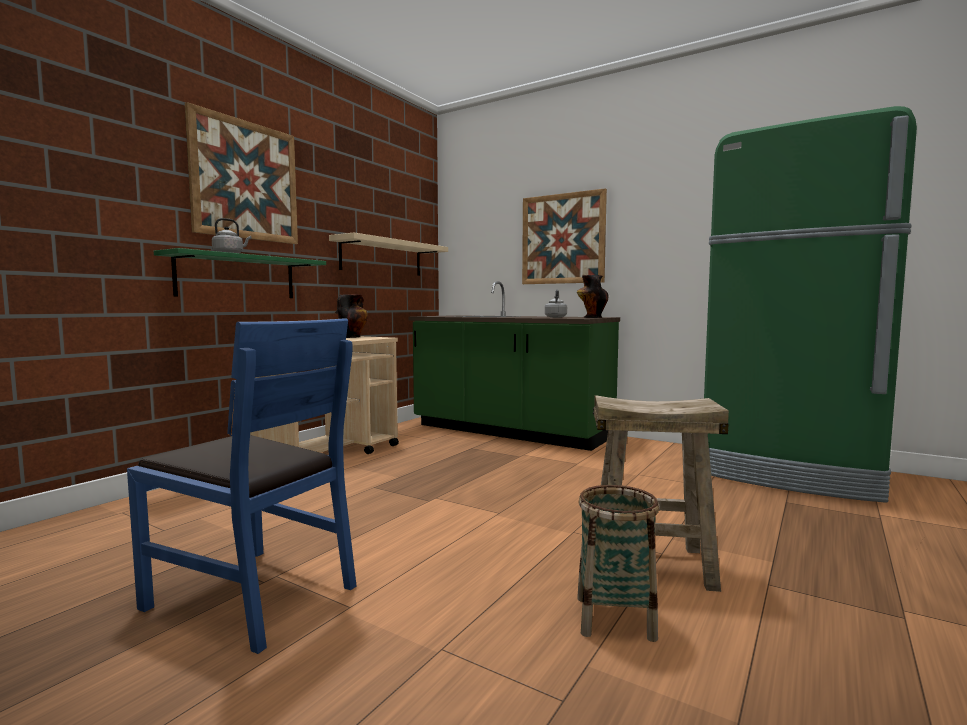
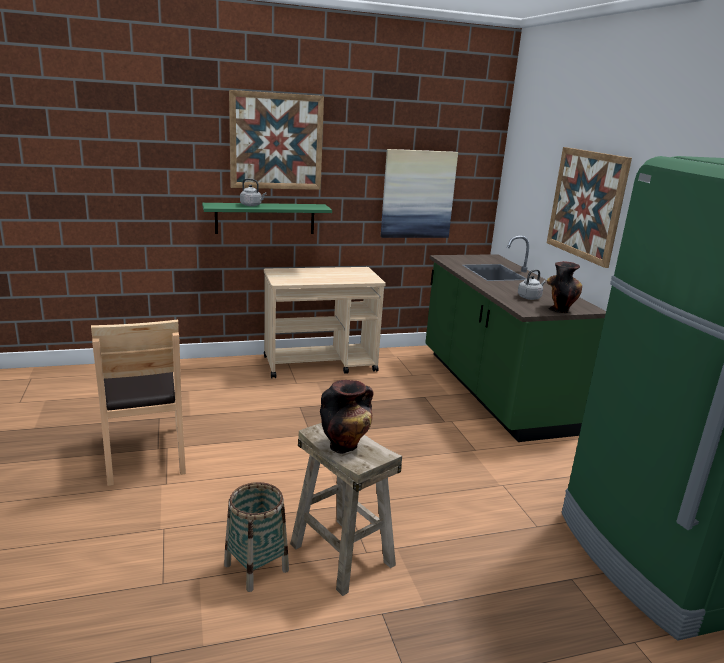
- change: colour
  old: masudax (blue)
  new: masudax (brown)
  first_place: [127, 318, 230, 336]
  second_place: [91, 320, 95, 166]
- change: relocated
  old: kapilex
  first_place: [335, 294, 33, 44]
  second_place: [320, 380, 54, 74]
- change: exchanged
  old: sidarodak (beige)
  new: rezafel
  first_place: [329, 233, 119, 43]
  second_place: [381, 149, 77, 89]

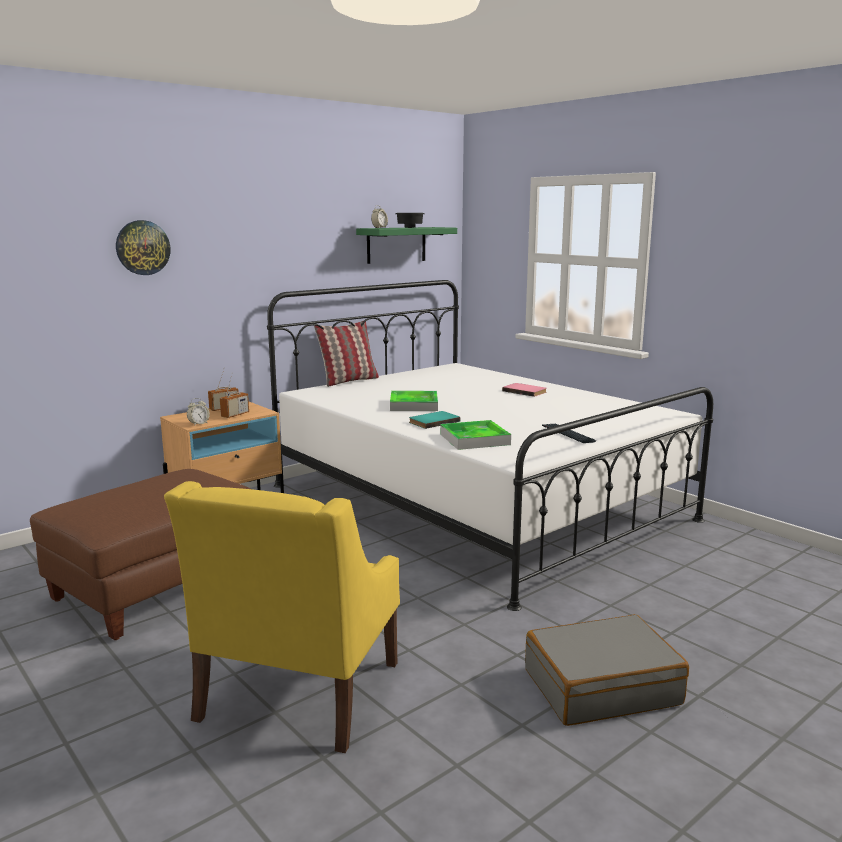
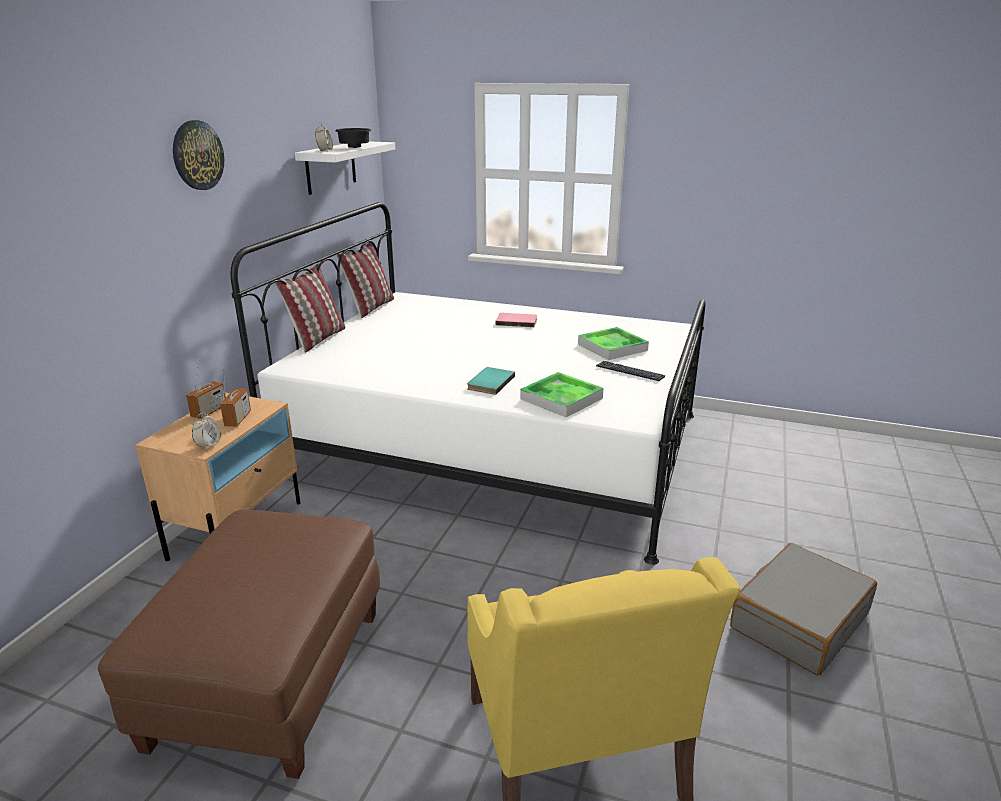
- change: relocated
  old: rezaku
  first_place: [116, 220, 55, 55]
  second_place: [173, 120, 51, 70]
- change: colour
  old: sidarodak (green)
  new: sidarodak (white)
  first_place: [356, 227, 101, 37]
  second_place: [295, 141, 100, 54]
- change: appeared
  new: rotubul
  second_place: [337, 242, 57, 76]
- change: relocated
  old: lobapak
  first_place: [390, 391, 48, 20]
  second_place: [578, 327, 71, 33]

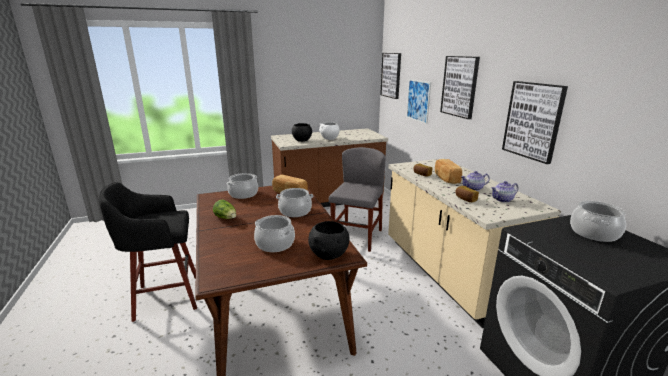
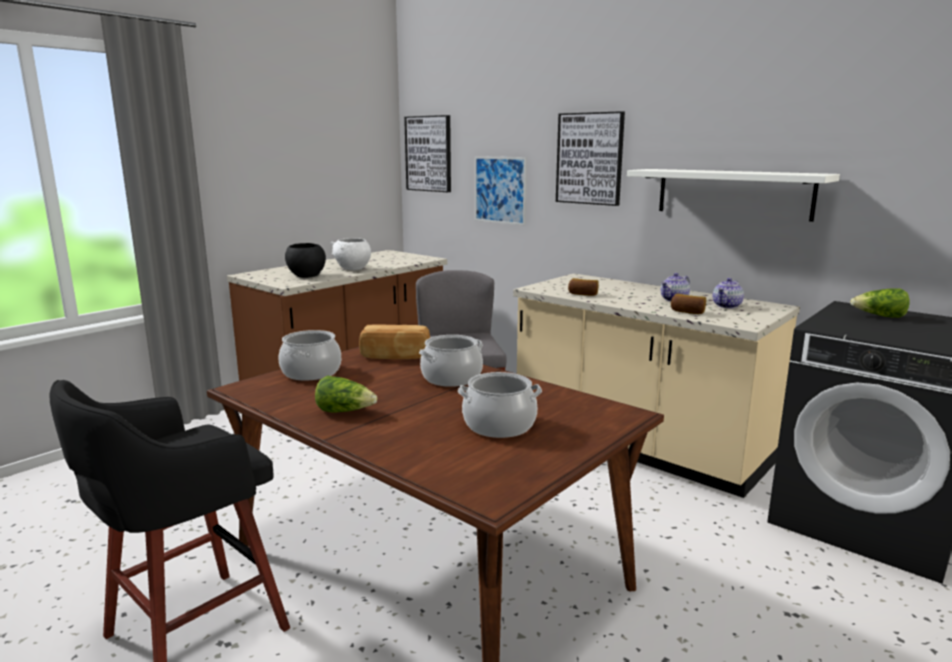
- change: exchanged
  old: rezafel
  new: sidarodak (white)
  first_place: [502, 81, 66, 83]
  second_place: [627, 169, 213, 53]
- change: exchanged
  old: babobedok
  new: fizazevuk
  first_place: [570, 201, 56, 41]
  second_place: [850, 288, 59, 30]
- change: missing
  old: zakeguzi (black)
  first_place: [308, 221, 42, 39]
- change: missing
  old: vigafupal
  first_place: [435, 159, 27, 25]

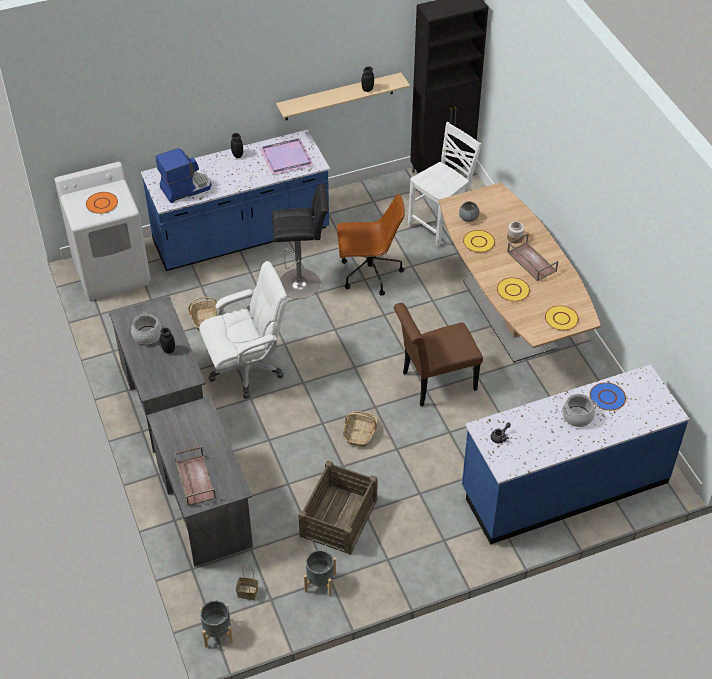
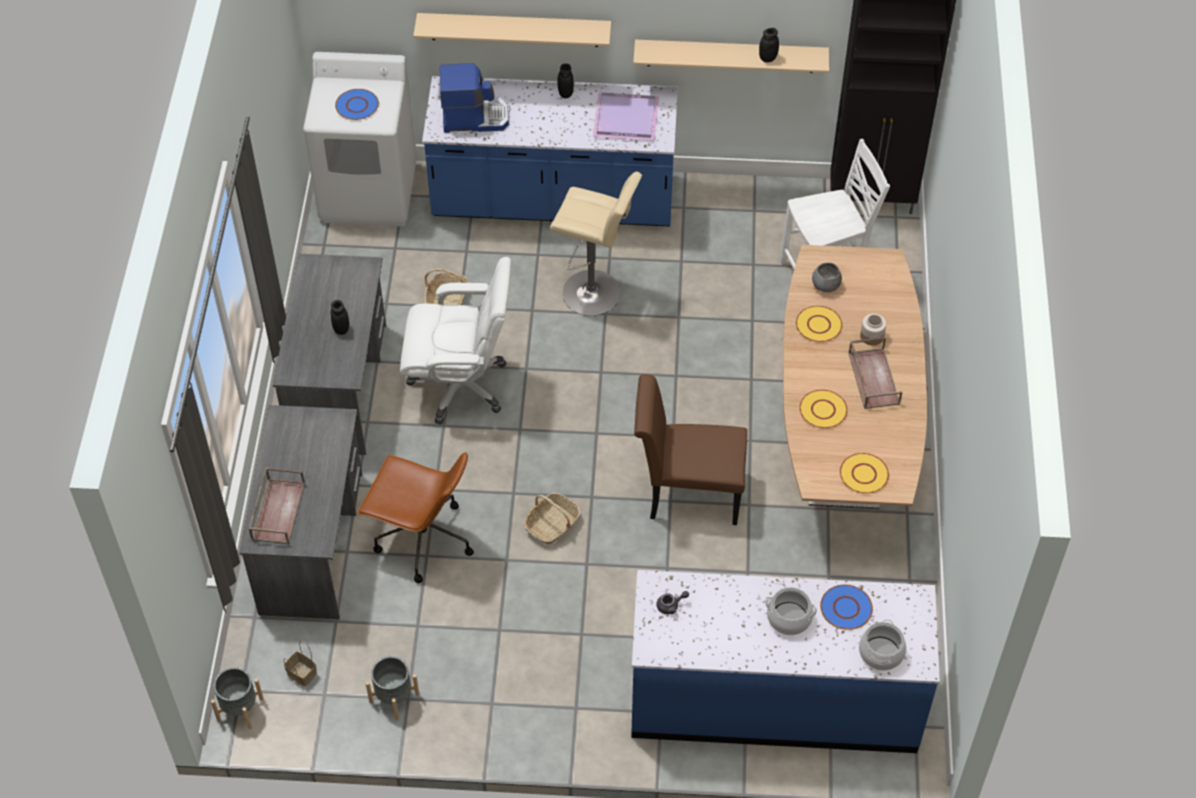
- change: colour
  old: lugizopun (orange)
  new: lugizopun (blue)
  first_place: [86, 192, 32, 22]
  second_place: [335, 89, 44, 31]
- change: relocated
  old: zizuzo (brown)
  first_place: [337, 193, 68, 103]
  second_place: [357, 452, 117, 131]
- change: appeared
  new: sidarodak (beige)
  second_place: [413, 13, 198, 34]
- change: colour
  old: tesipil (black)
  new: tesipil (beige)
  first_place: [272, 183, 56, 116]
  second_place: [550, 172, 92, 144]
- change: relocated
  old: babobedok
  first_place: [131, 313, 31, 31]
  second_place: [859, 620, 47, 51]
- change: missing
  old: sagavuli
  first_place: [298, 460, 80, 95]

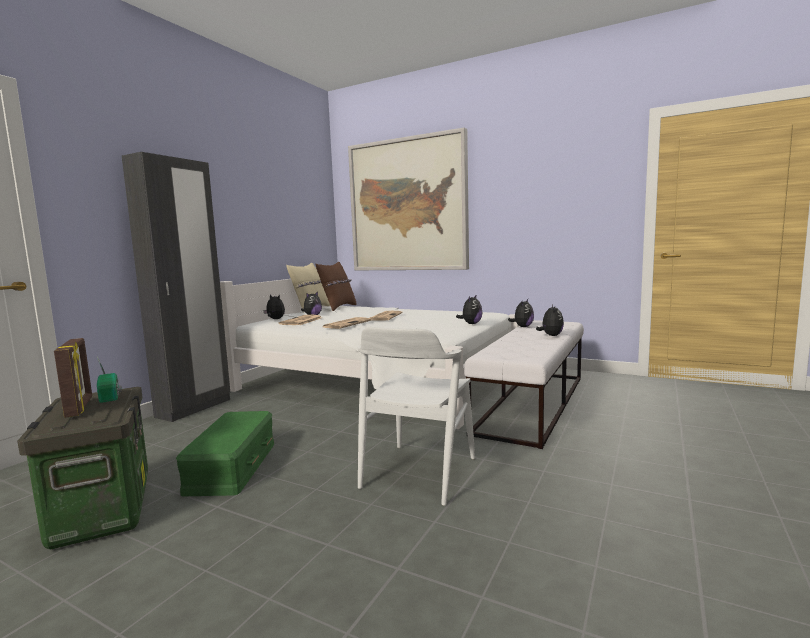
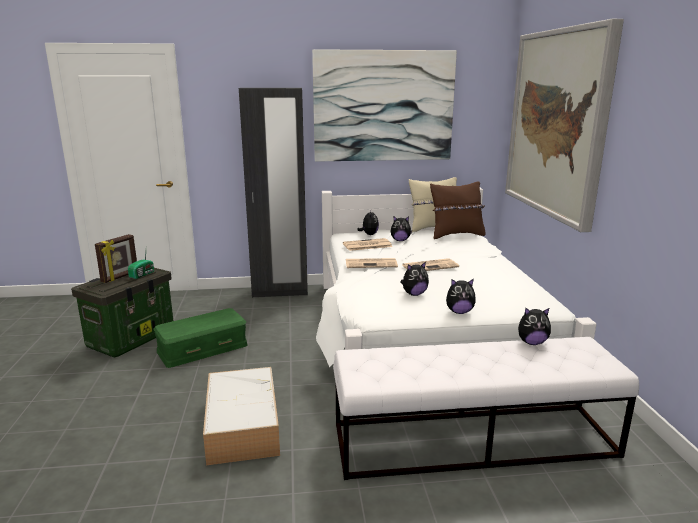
- change: exchanged
  old: masudax (white)
  new: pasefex
  first_place: [358, 327, 117, 179]
  second_place: [203, 367, 77, 98]
- change: appeared
  new: rezafel
  second_place: [312, 49, 145, 113]
- change: relocated
  old: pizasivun
  first_place: [536, 305, 28, 31]
  second_place: [401, 262, 28, 34]

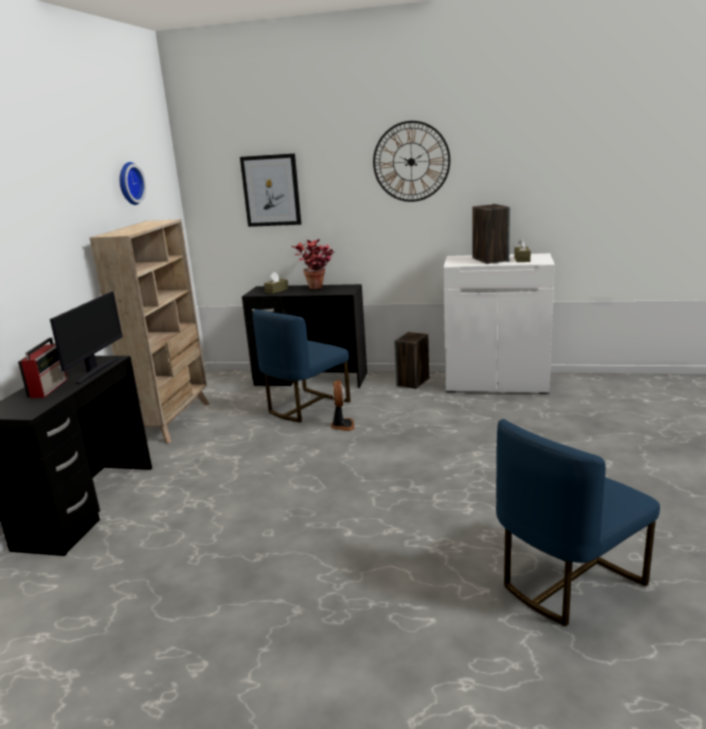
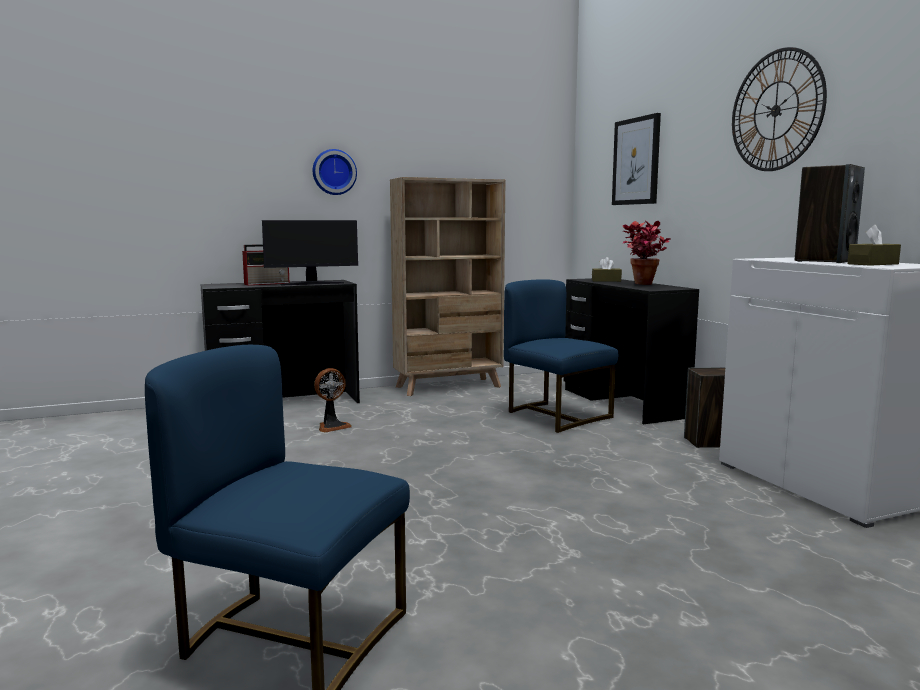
- change: relocated
  old: rezaku
  first_place: [119, 162, 27, 43]
  second_place: [313, 149, 44, 46]
- change: relocated
  old: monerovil
  first_place: [331, 380, 24, 51]
  second_place: [314, 368, 38, 64]
- change: spun
  old: masudax (blue)
  first_place: [253, 309, 97, 113]
  second_place: [504, 279, 114, 154]
  degrees: 45

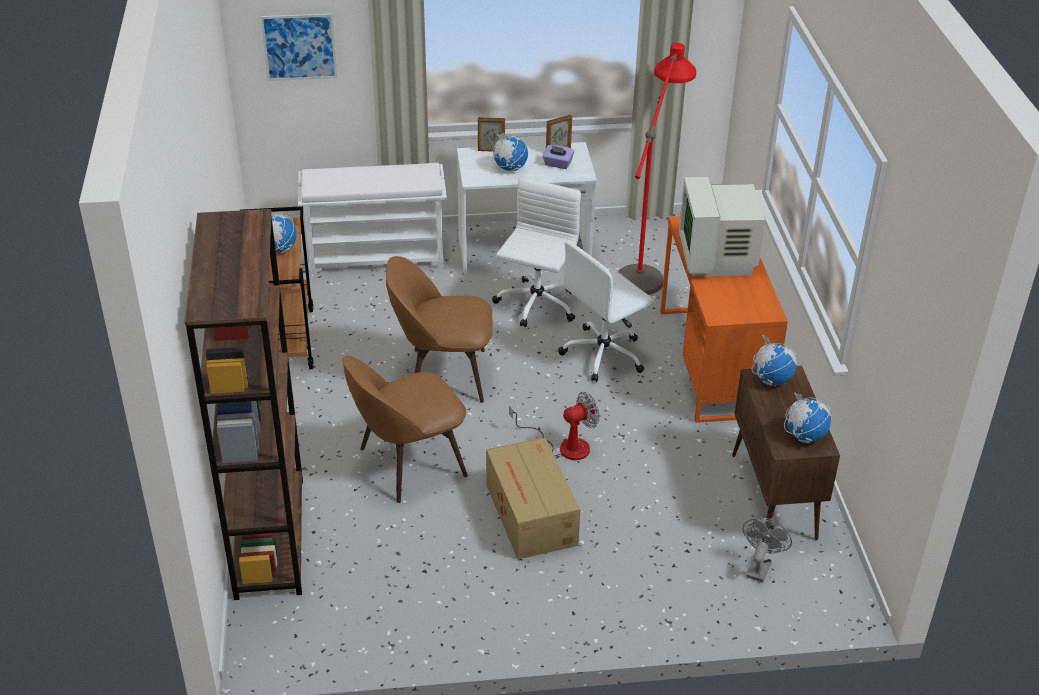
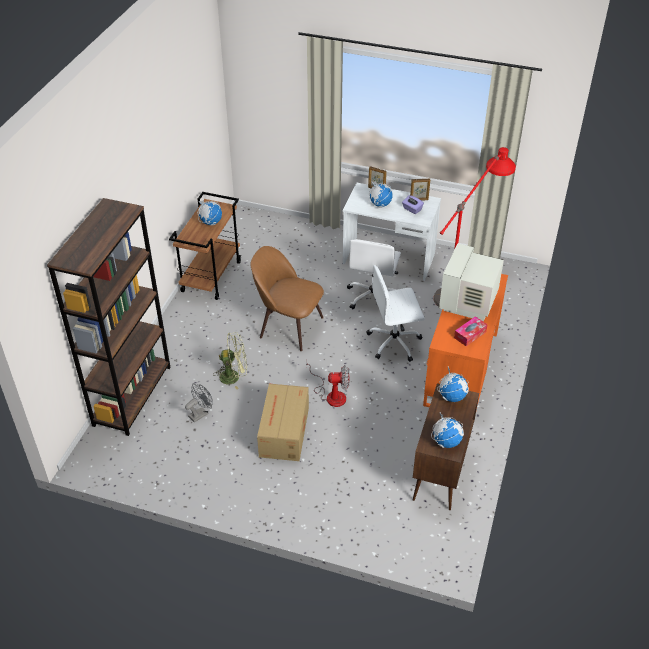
- change: relocated
  old: monerovil (grey)
  first_place: [743, 518, 49, 65]
  second_place: [185, 383, 28, 39]
- change: exchanged
  old: masudax (brown)
  new: monerovil (green)
  first_place: [342, 356, 126, 147]
  second_place: [213, 332, 34, 58]
- change: spun
  old: zizuzo (white)
  first_place: [492, 178, 89, 149]
  second_place: [347, 239, 54, 70]
  degrees: 150
- change: appeared
  new: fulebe
  second_place: [454, 316, 34, 30]
- change: missing
  old: rezafel
  first_place: [261, 13, 76, 68]
- change: missing
  old: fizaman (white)
  first_place: [298, 163, 149, 112]

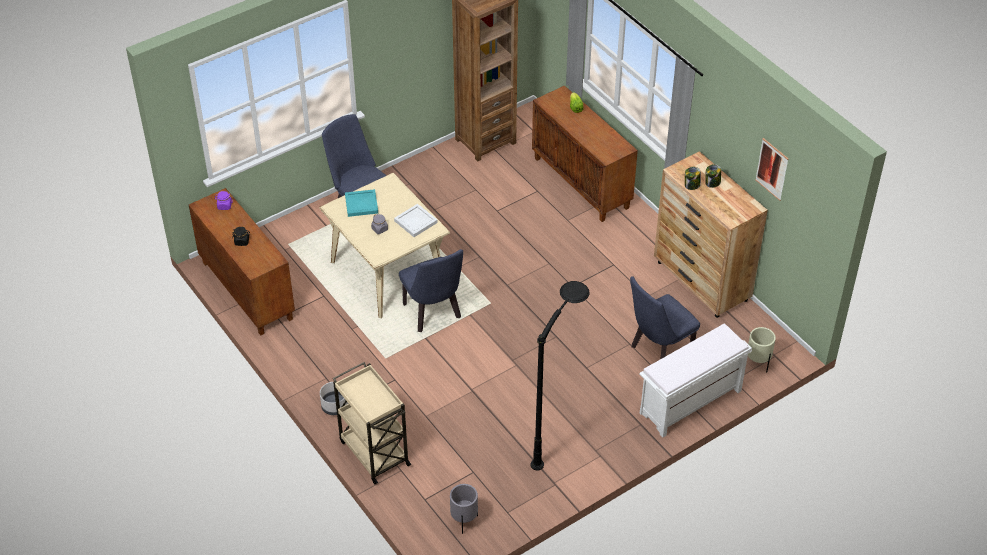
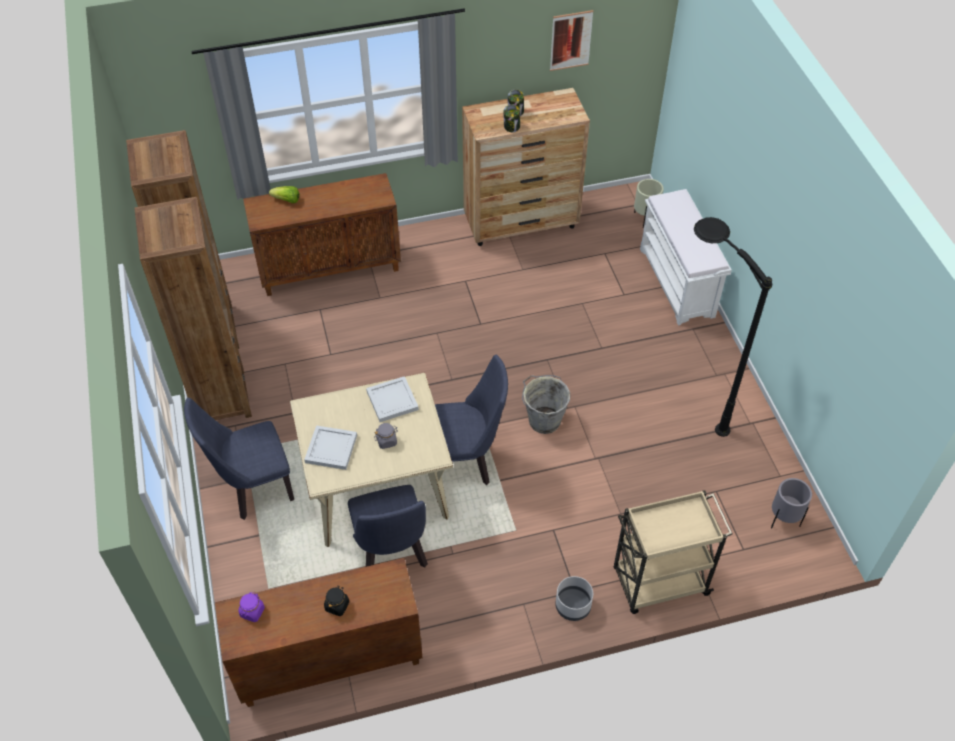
- change: appeared
  new: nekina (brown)
  second_place: [134, 197, 118, 223]
- change: colour
  old: lobapak (turquoise)
  new: lobapak (white)
  first_place: [345, 189, 33, 28]
  second_place: [304, 425, 53, 45]
- change: relocated
  old: masudax (blue)
  first_place: [630, 276, 70, 83]
  second_place: [348, 485, 80, 82]
- change: appeared
  new: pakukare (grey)
  second_place: [522, 375, 48, 59]

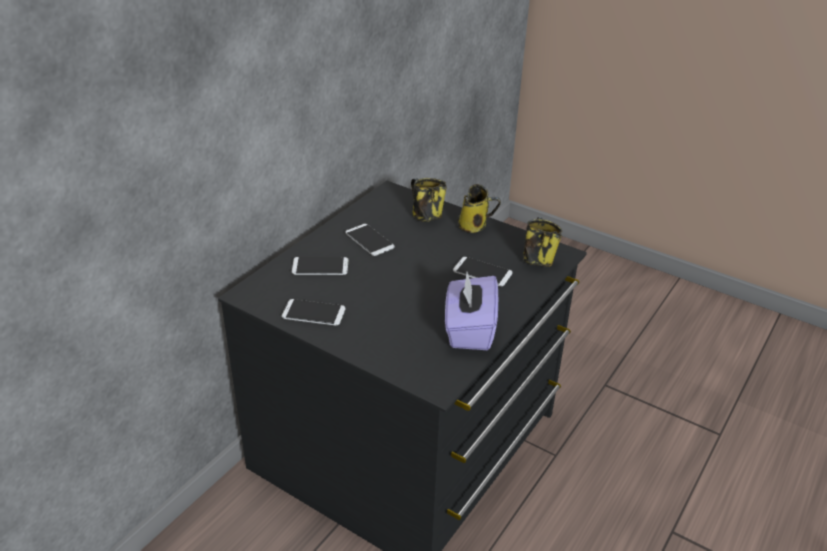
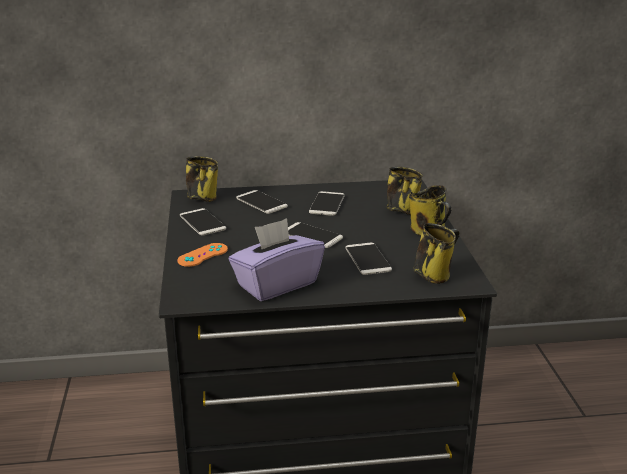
- change: appeared
  new: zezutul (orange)
  second_place: [177, 243, 51, 24]
- change: appeared
  new: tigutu
  second_place: [186, 156, 32, 46]
- change: appeared
  new: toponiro
  second_place: [288, 222, 55, 26]

